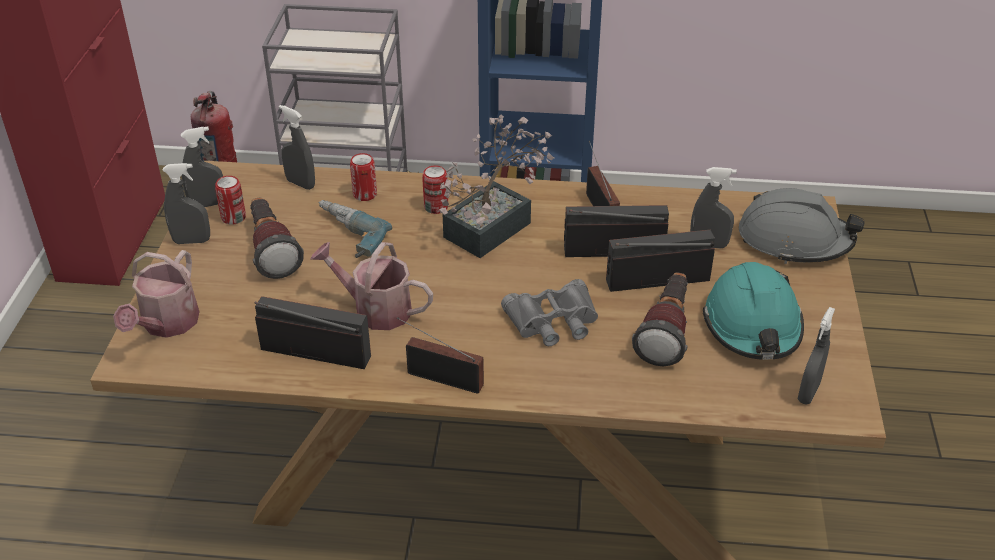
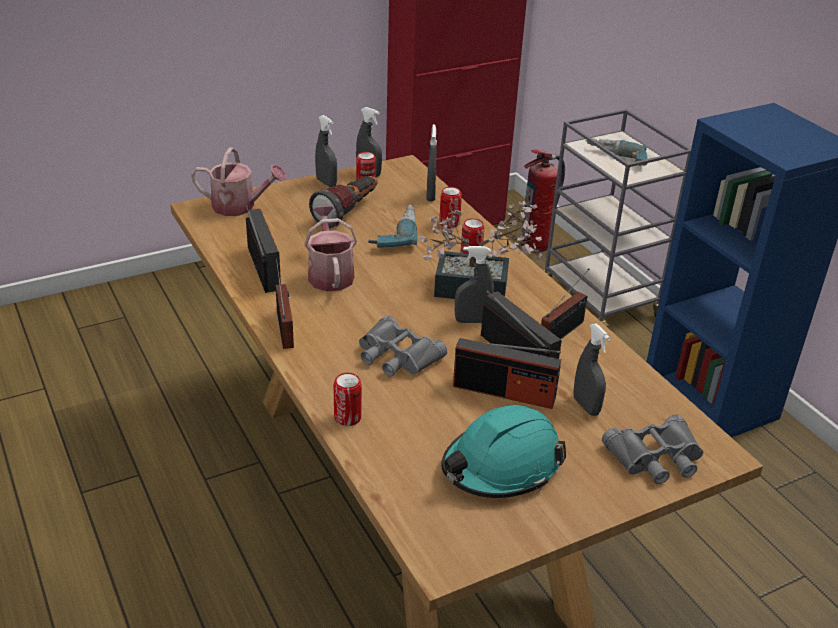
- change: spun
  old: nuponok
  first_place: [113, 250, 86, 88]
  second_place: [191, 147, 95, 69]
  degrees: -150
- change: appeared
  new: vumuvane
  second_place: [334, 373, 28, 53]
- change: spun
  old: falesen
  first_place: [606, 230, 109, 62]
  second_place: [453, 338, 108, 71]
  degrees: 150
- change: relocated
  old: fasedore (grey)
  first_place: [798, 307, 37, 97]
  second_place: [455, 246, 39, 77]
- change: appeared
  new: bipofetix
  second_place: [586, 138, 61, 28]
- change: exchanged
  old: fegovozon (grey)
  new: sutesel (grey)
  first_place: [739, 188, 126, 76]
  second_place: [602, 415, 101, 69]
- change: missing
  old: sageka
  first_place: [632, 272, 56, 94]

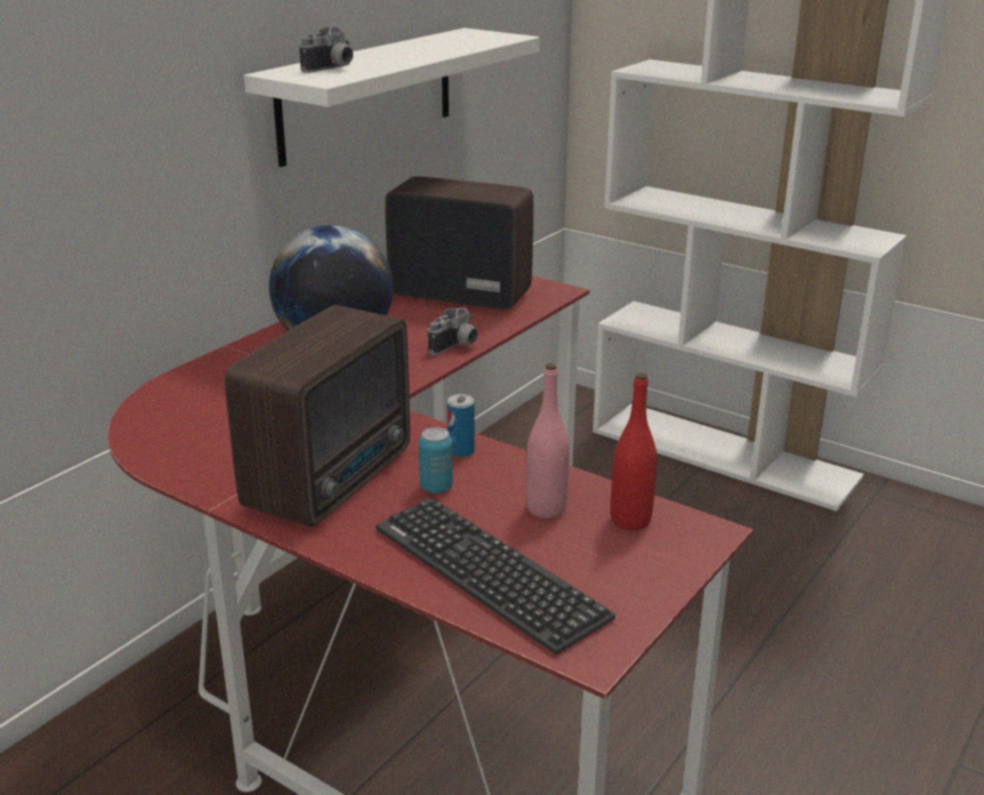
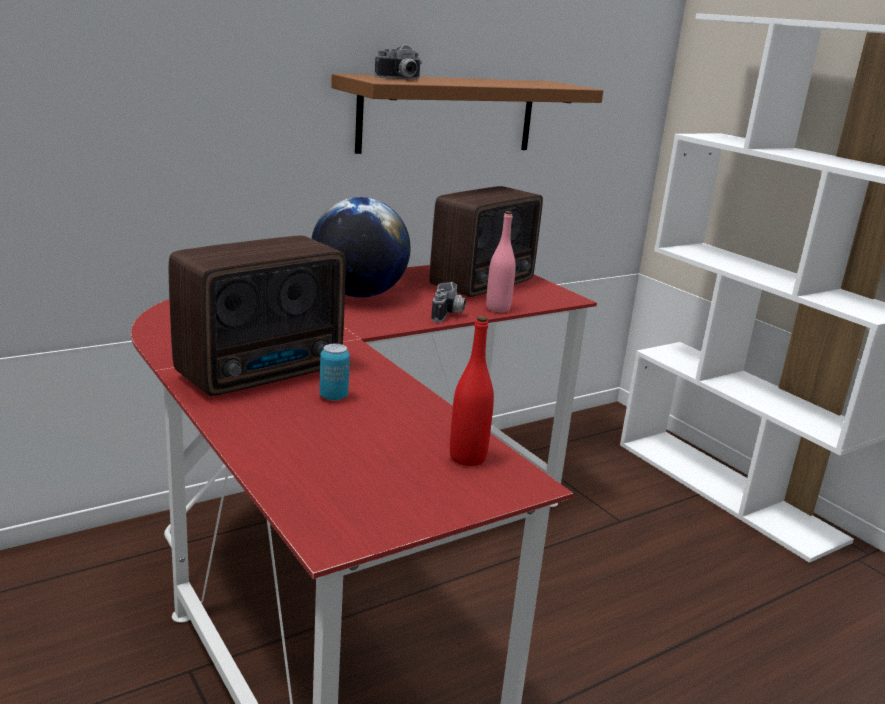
- change: colour
  old: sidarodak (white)
  new: sidarodak (brown)
  first_place: [244, 28, 296, 139]
  second_place: [331, 74, 272, 80]
- change: spun
  old: falesen
  first_place: [385, 176, 149, 134]
  second_place: [430, 186, 113, 111]
  degrees: 90
- change: spun
  old: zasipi
  first_place: [428, 308, 50, 47]
  second_place: [431, 282, 35, 40]
  degrees: -45
- change: relocated
  old: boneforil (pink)
  first_place: [526, 363, 44, 155]
  second_place: [486, 211, 30, 101]
- change: missing
  old: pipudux
  first_place: [376, 498, 239, 156]
- change: missing
  old: vumuvane
  first_place: [447, 394, 28, 63]

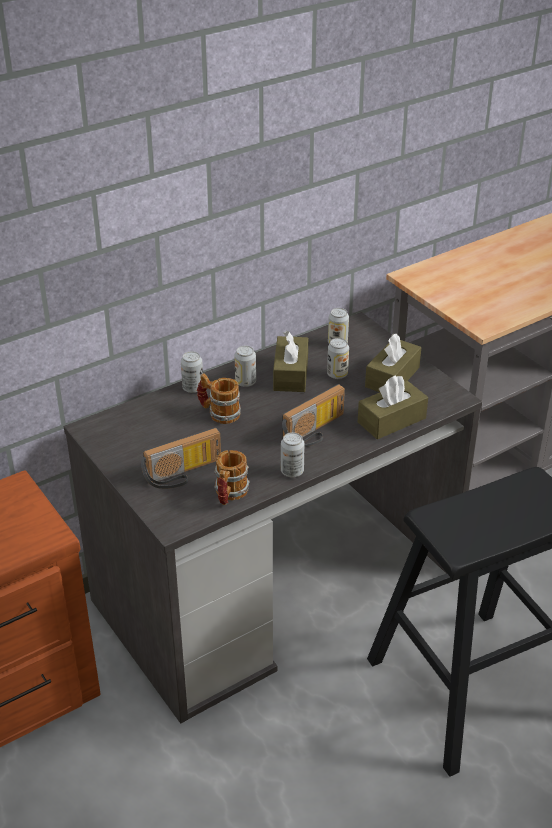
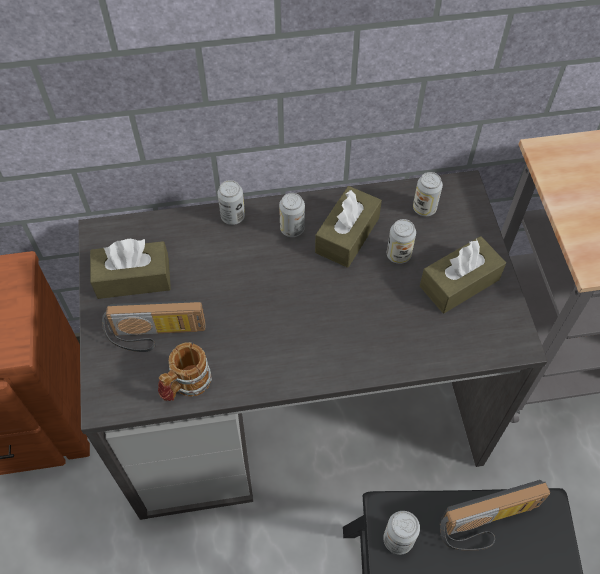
- change: relocated
  old: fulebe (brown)
  first_place: [358, 375, 70, 64]
  second_place: [90, 239, 81, 60]
- change: relocated
  old: vumuvane
  first_place: [281, 432, 24, 45]
  second_place: [383, 511, 37, 44]
- change: relocated
  old: falesen
  first_place: [282, 384, 63, 63]
  second_place: [439, 480, 111, 71]
- change: missing
  old: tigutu
  first_place: [197, 373, 44, 51]

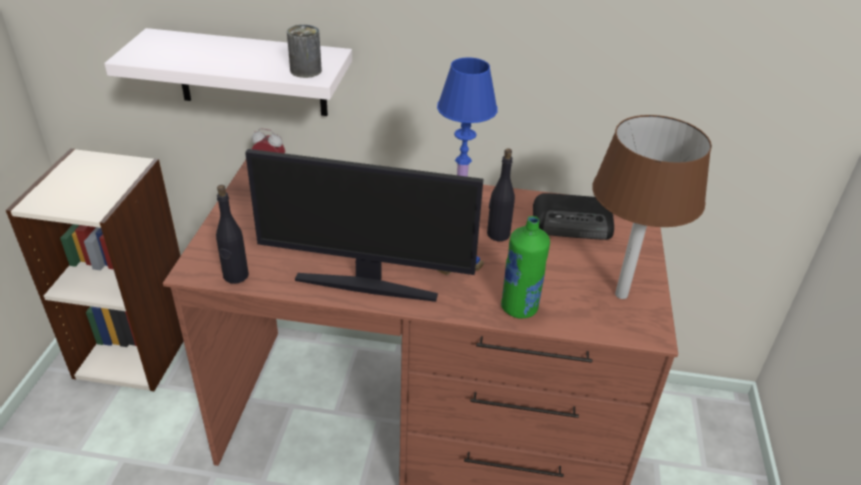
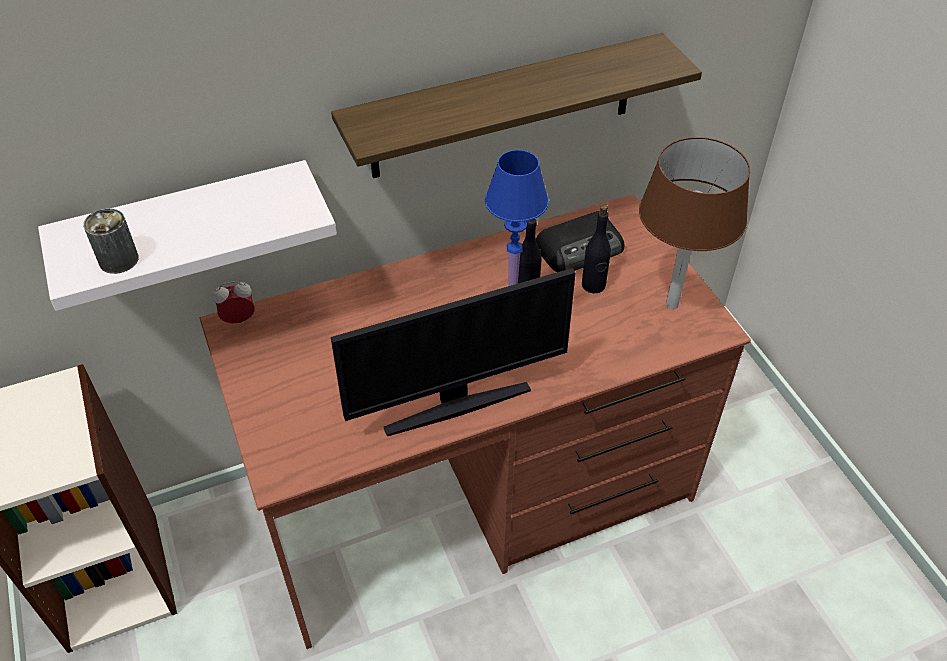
- change: relocated
  old: vumuvane
  first_place: [287, 25, 35, 53]
  second_place: [83, 208, 56, 66]
- change: appeared
  new: sidarodak
  second_place: [331, 33, 371, 145]
- change: relocated
  old: boneforil (black)
  first_place: [216, 185, 33, 99]
  second_place: [582, 204, 29, 89]
- change: missing
  old: boneforil (green)
  first_place: [501, 216, 49, 103]

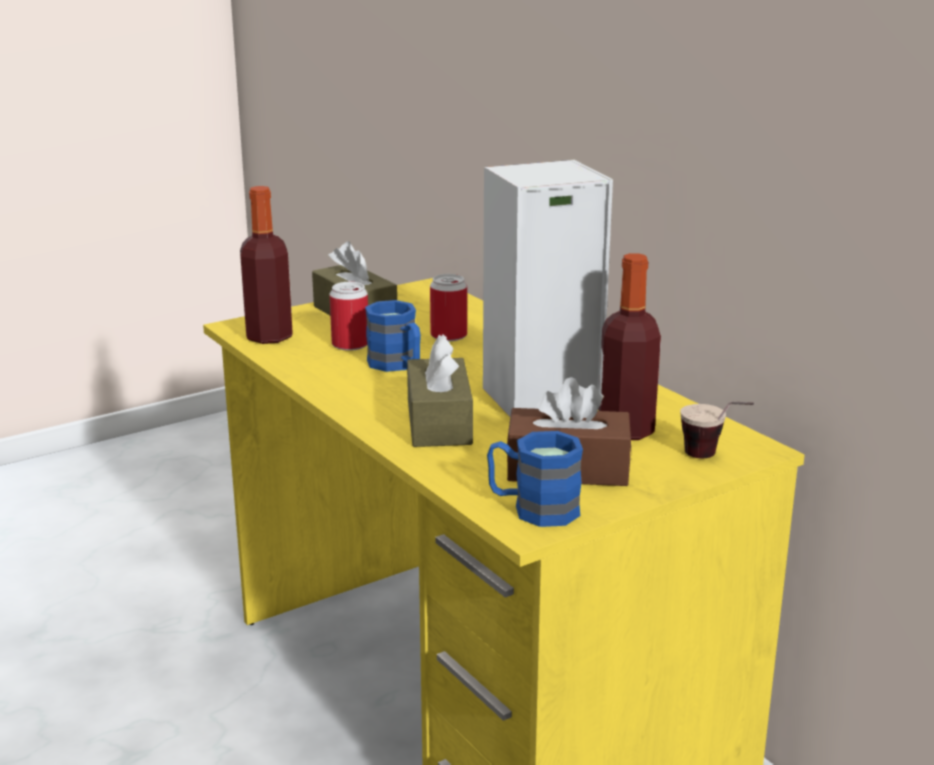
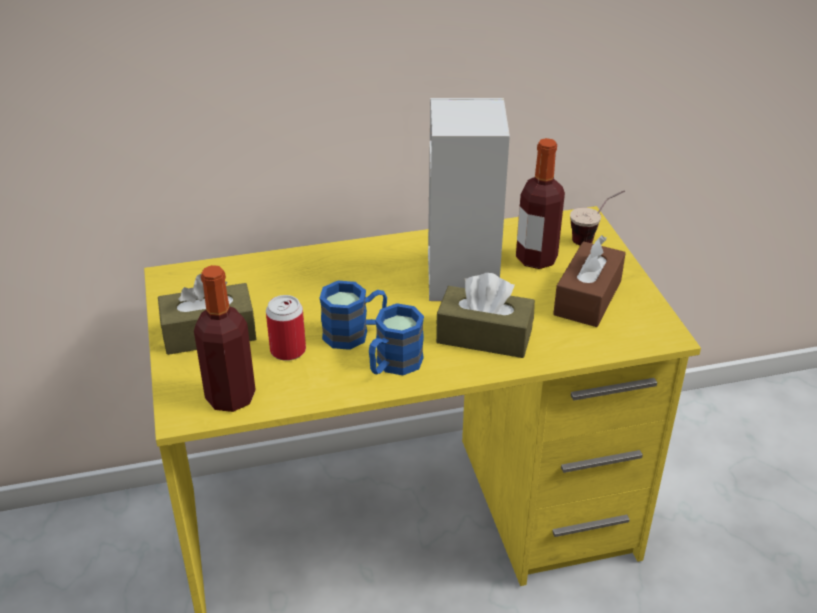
- change: relocated
  old: tigutu (blue)
  first_place: [487, 431, 96, 96]
  second_place: [369, 303, 55, 72]
- change: missing
  old: vumuvane
  first_place: [430, 274, 37, 68]

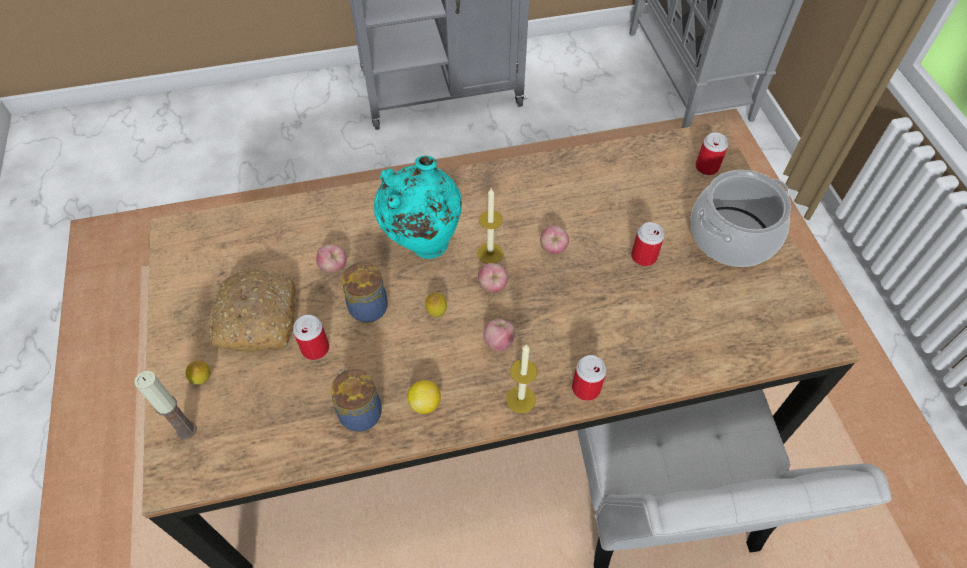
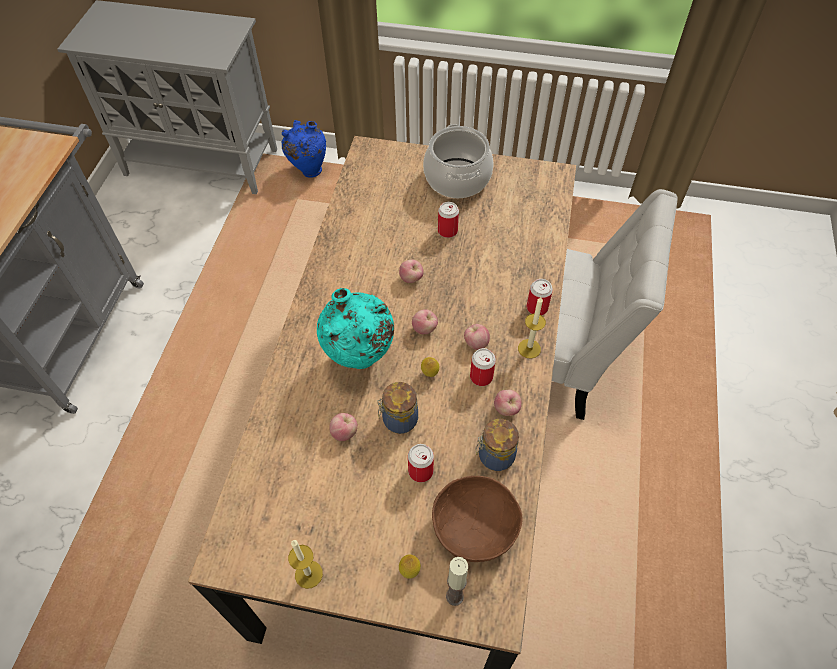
- change: appeared
  new: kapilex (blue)
  second_place: [282, 120, 44, 58]
- change: relocated
  old: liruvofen
  first_place: [477, 188, 26, 75]
  second_place: [288, 540, 35, 49]
- change: appeared
  new: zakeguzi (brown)
  second_place: [432, 476, 90, 86]
- change: relocated
  old: vumuvane
  first_place: [695, 132, 33, 43]
  second_place: [470, 348, 26, 38]
- change: exchanged
  old: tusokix
  new: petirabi
  first_place: [407, 380, 34, 34]
  second_place: [494, 390, 28, 26]
- change: missing
  old: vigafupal
  first_place: [210, 270, 86, 82]

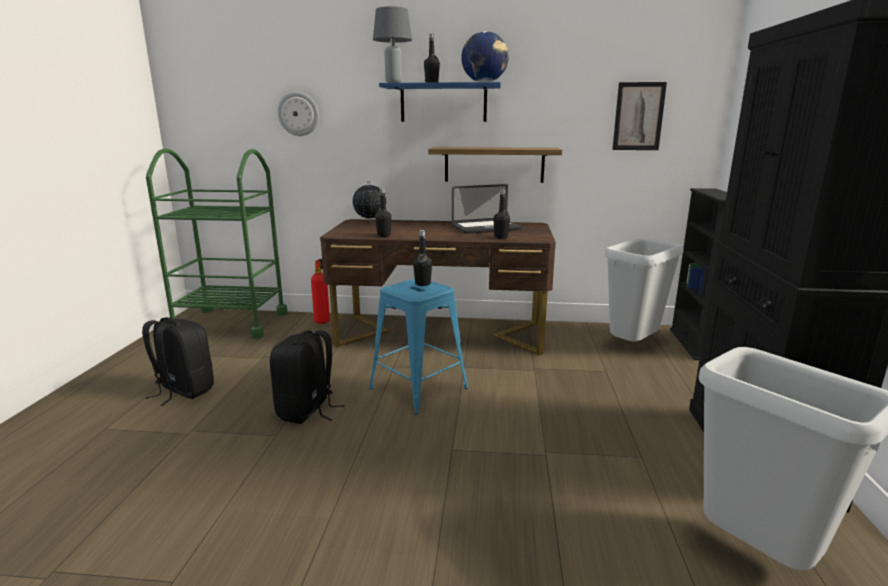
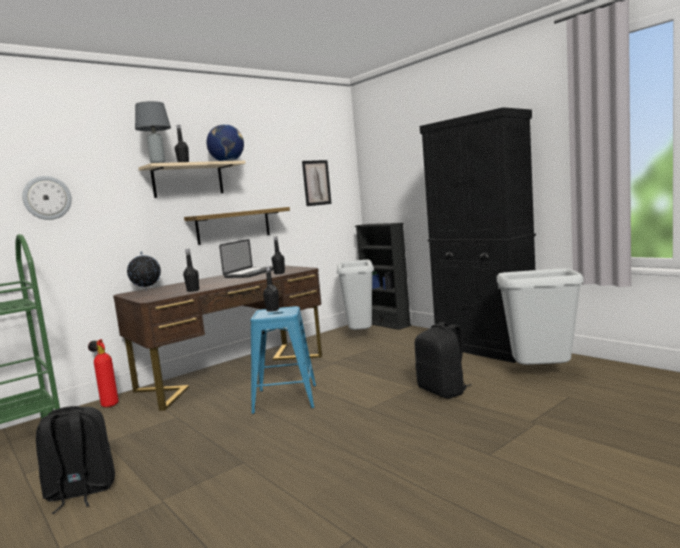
- change: colour
  old: sidarodak (blue)
  new: sidarodak (beige)
  first_place: [379, 82, 122, 40]
  second_place: [138, 161, 108, 37]
- change: relocated
  old: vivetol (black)
  first_place: [270, 330, 75, 94]
  second_place: [415, 322, 56, 76]

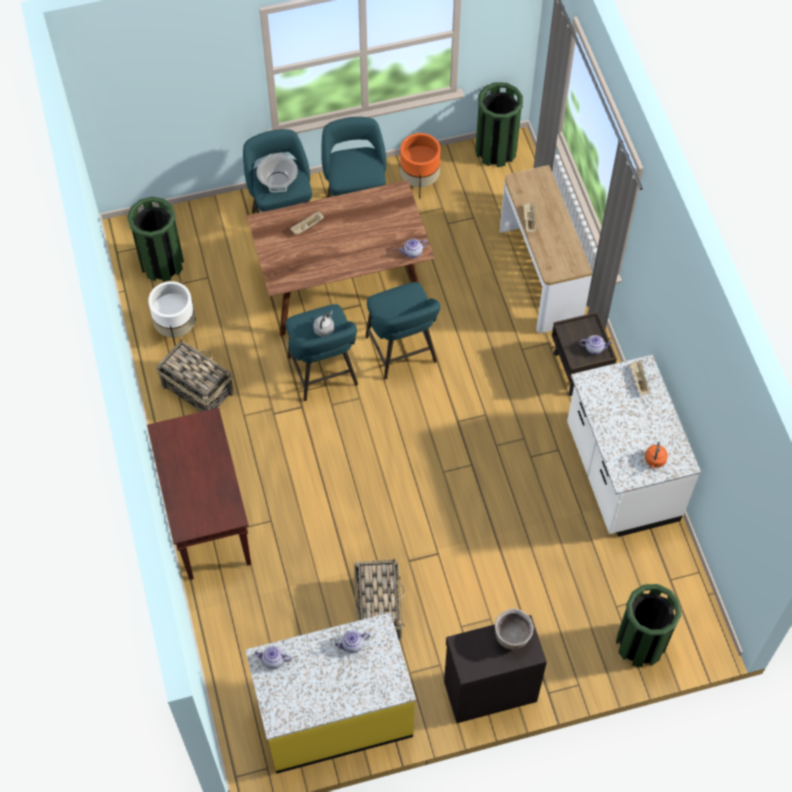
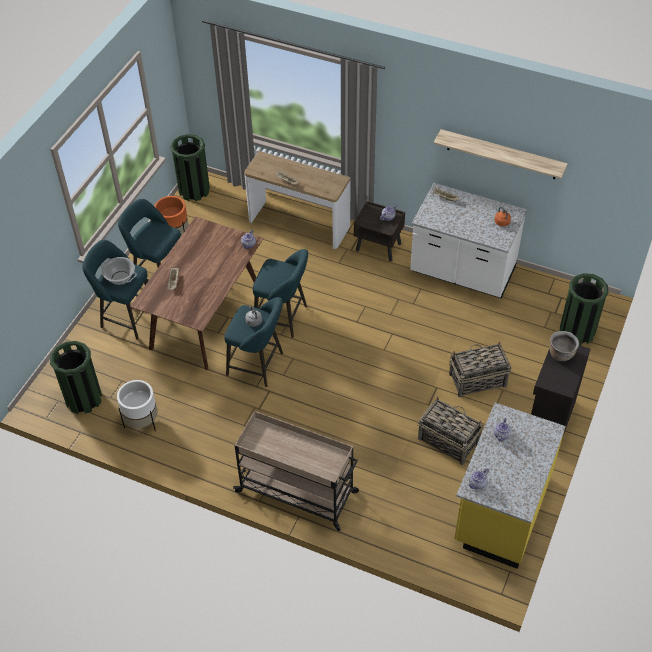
- change: exchanged
  old: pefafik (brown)
  new: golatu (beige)
  first_place: [147, 408, 104, 172]
  second_place: [233, 411, 126, 120]
- change: appeared
  new: sidarodak
  second_place: [433, 129, 135, 50]
- change: relocated
  old: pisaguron
  first_place: [156, 339, 78, 73]
  second_place: [449, 342, 62, 55]

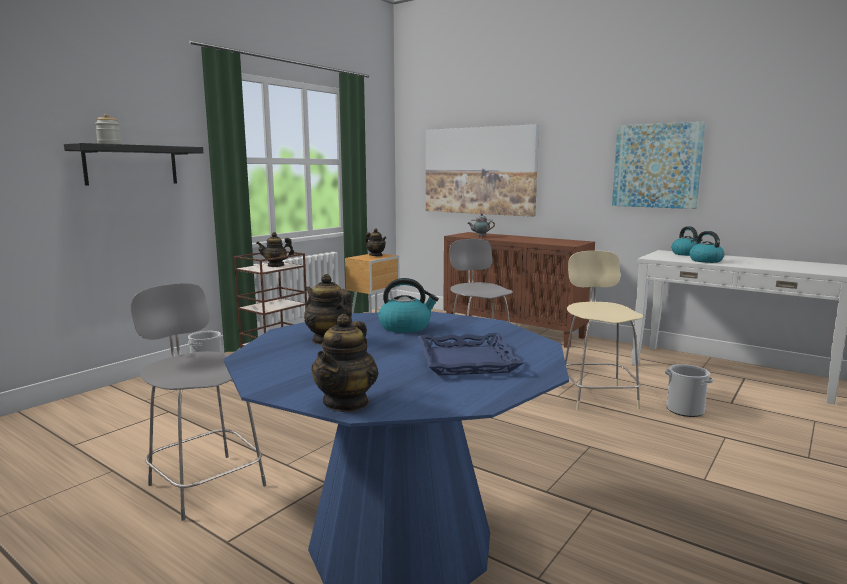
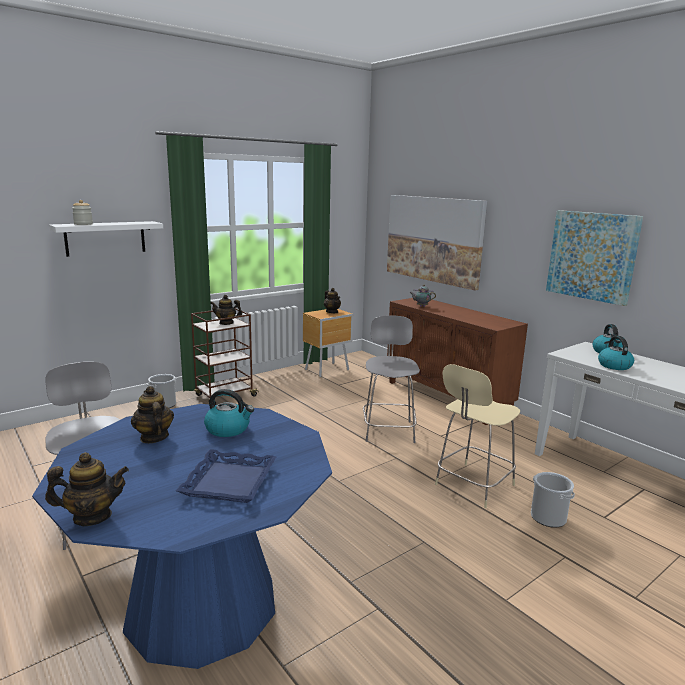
- change: spun
  old: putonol
  first_place: [311, 314, 68, 98]
  second_place: [45, 452, 84, 74]
  degrees: -135
- change: colour
  old: sidarodak (black)
  new: sidarodak (white)
  first_place: [64, 143, 139, 42]
  second_place: [49, 221, 114, 36]
- change: spun
  old: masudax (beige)
  first_place: [561, 251, 82, 159]
  second_place: [435, 364, 85, 144]
  degrees: -150

